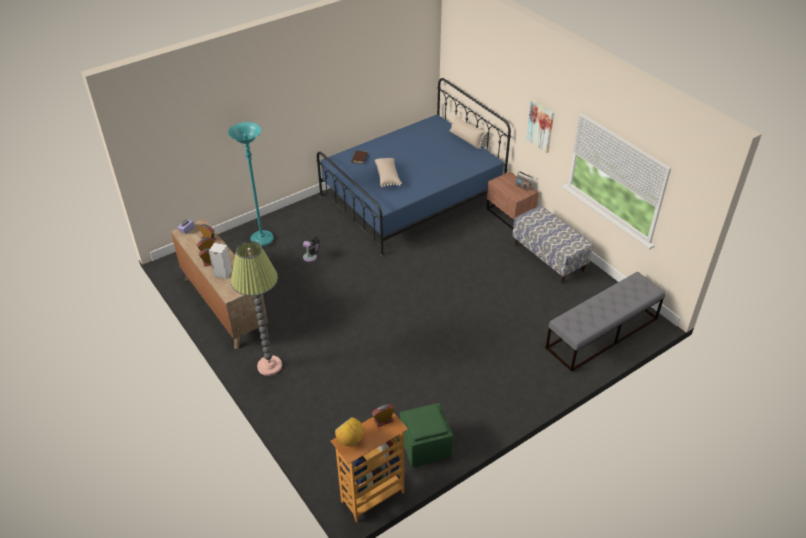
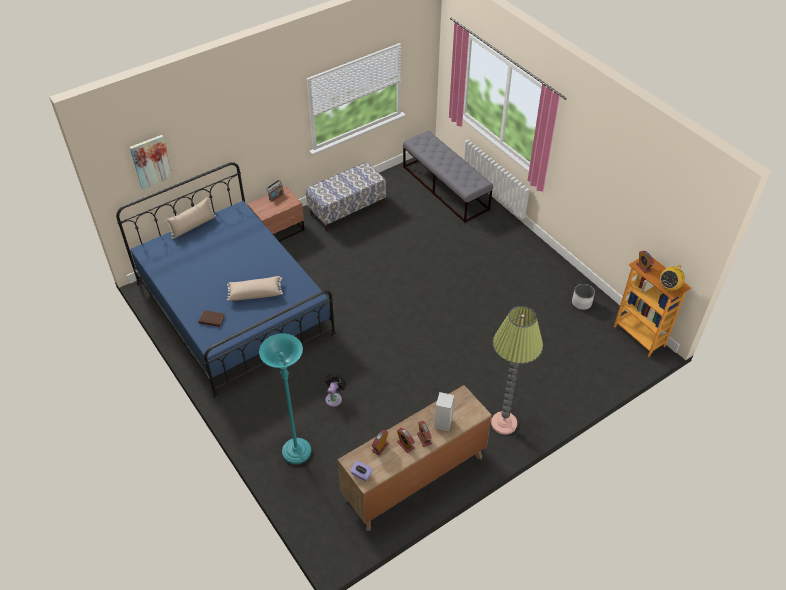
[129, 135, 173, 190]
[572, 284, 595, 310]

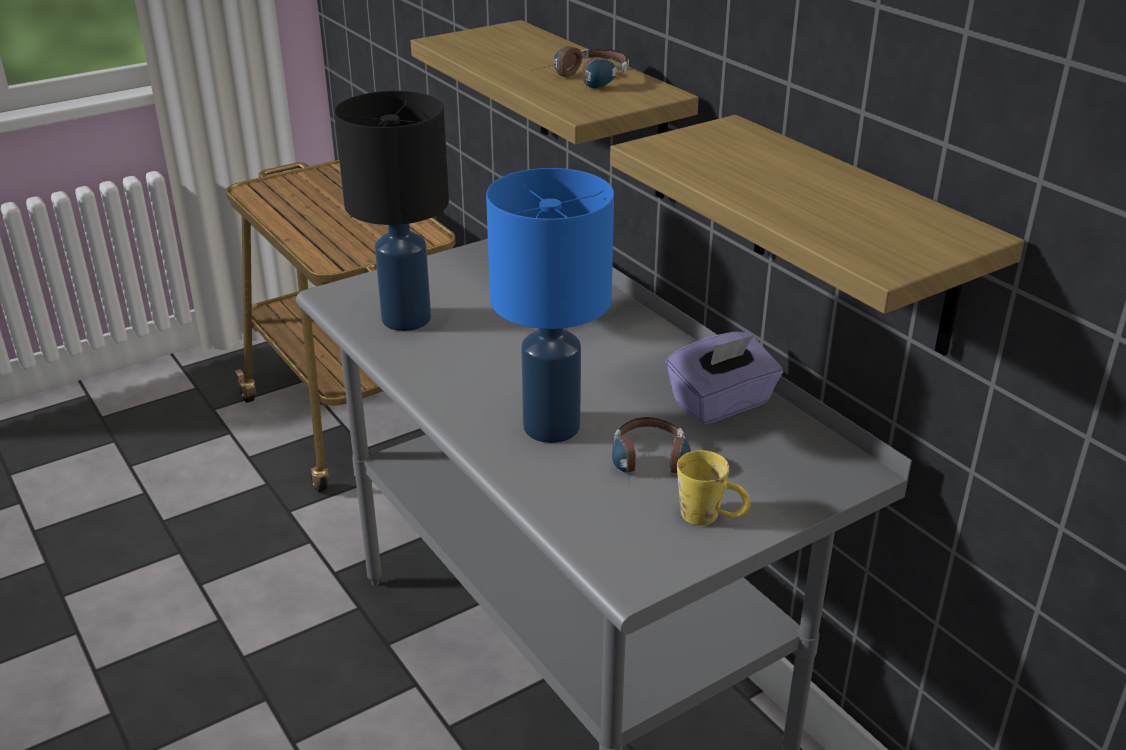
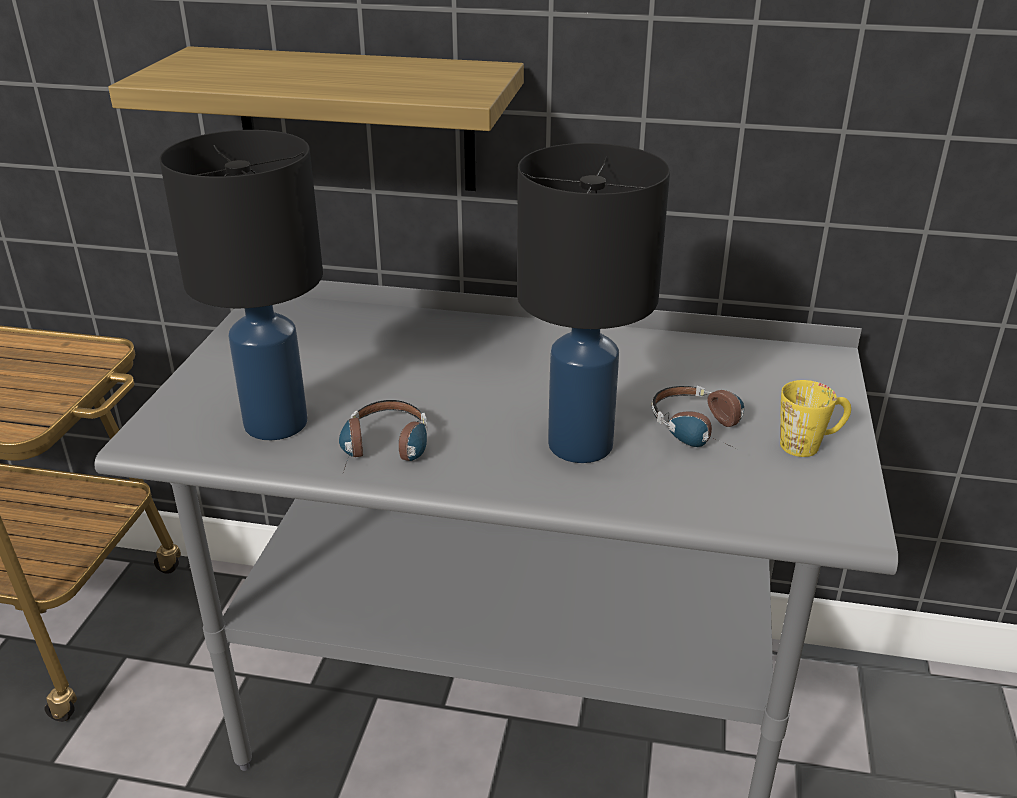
[339, 400, 427, 472]
[517, 143, 670, 463]
[610, 115, 1024, 356] (first image)
[666, 332, 783, 424] (first image)

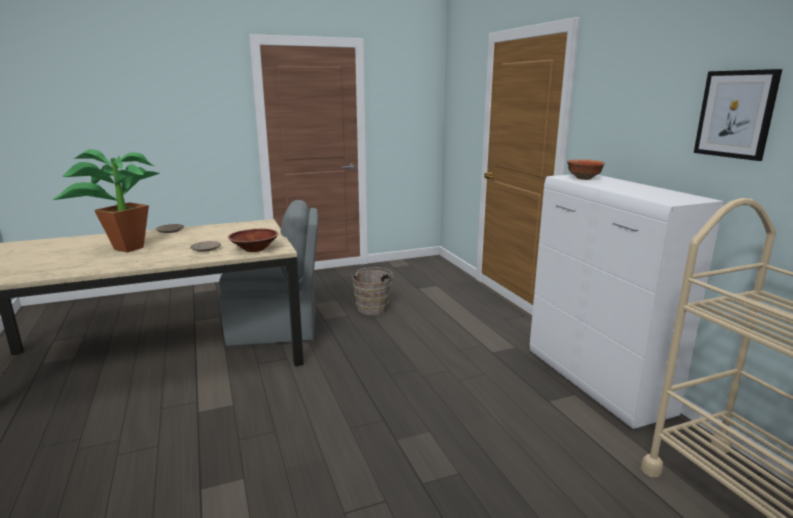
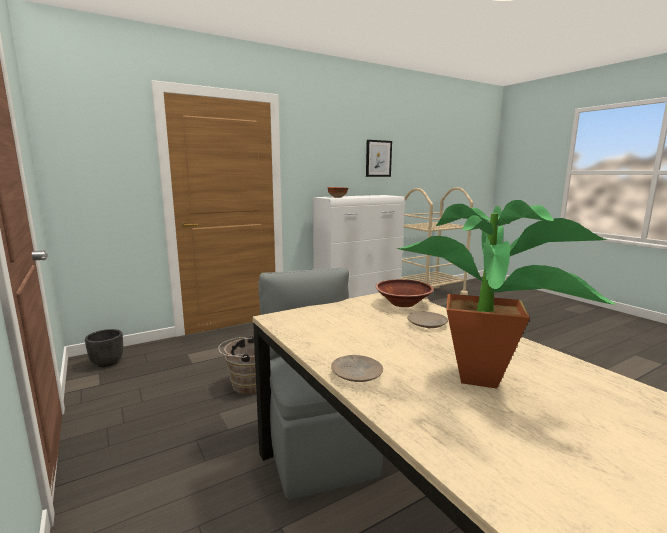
[85, 329, 123, 367]

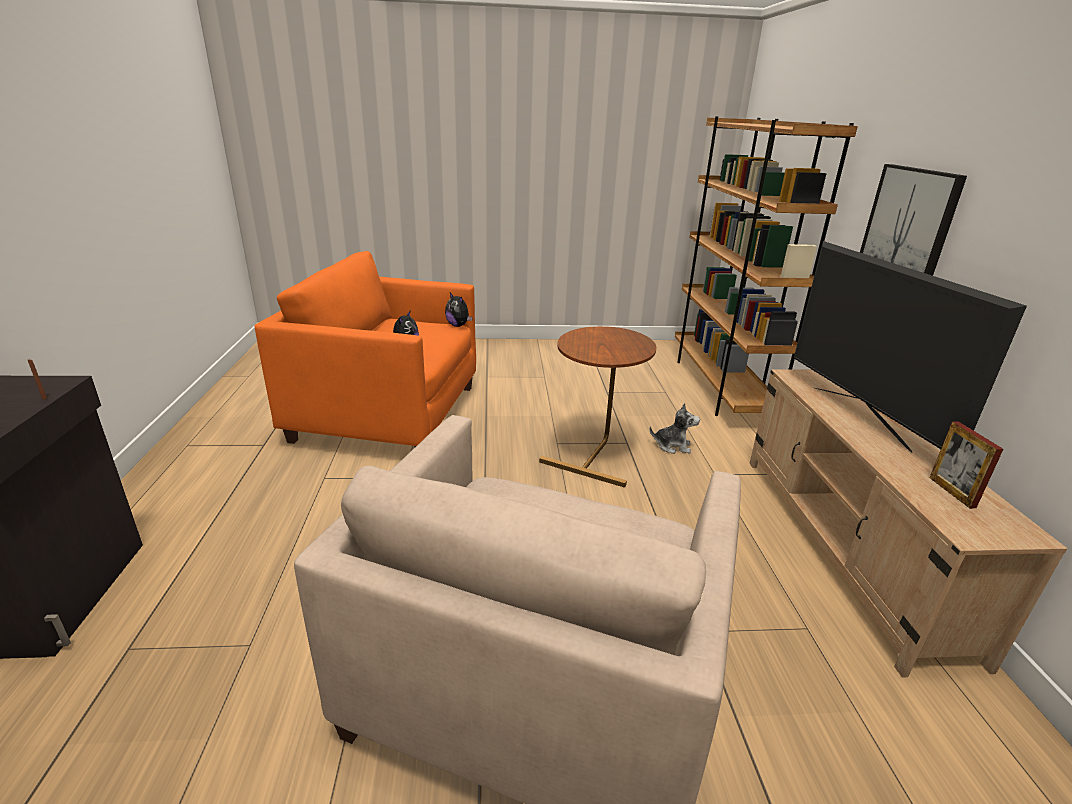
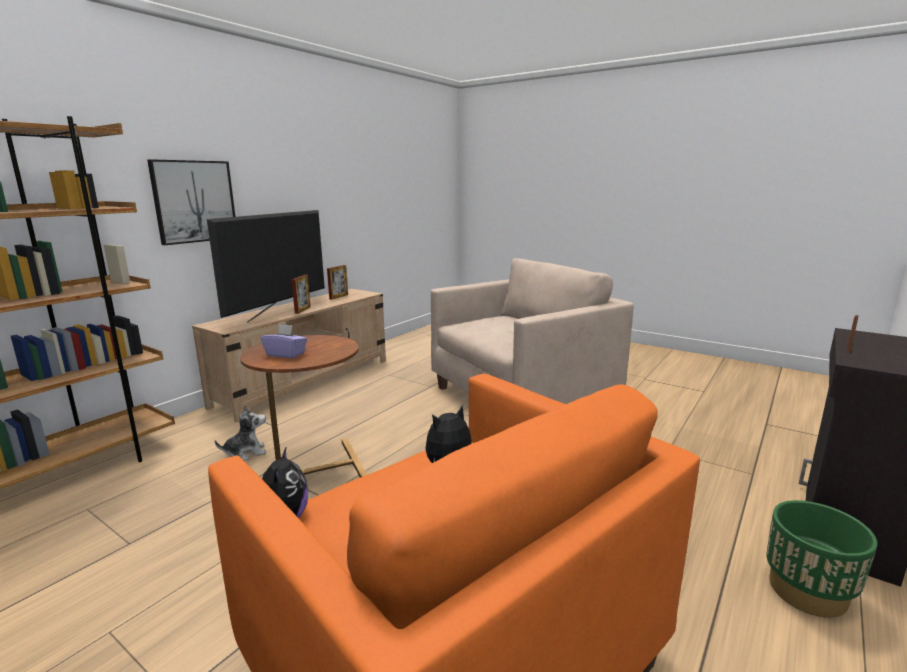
[215, 404, 266, 460]
[261, 324, 307, 358]
[291, 275, 311, 314]
[767, 500, 878, 618]

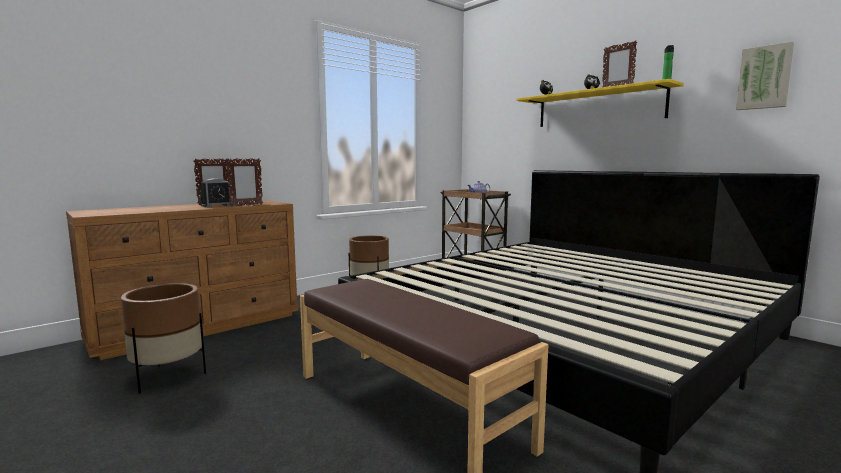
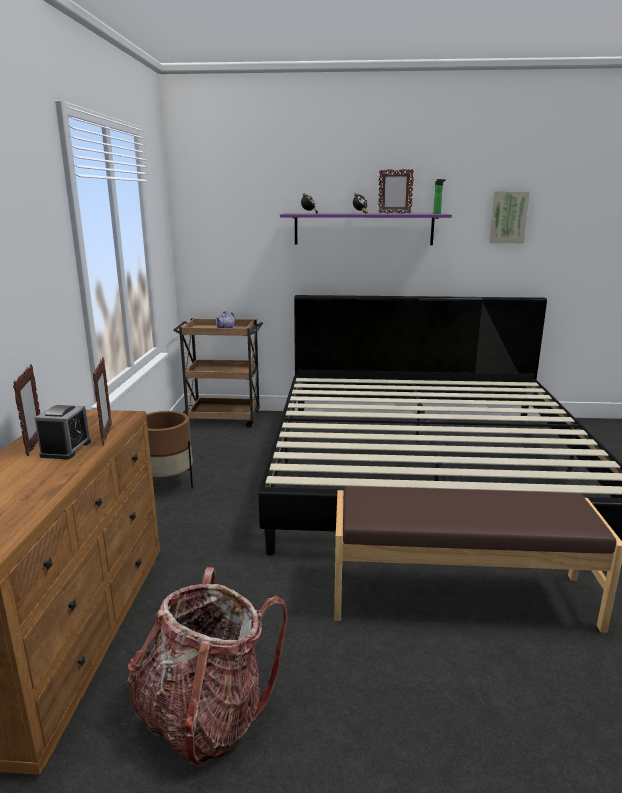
[127, 567, 288, 766]
[280, 213, 452, 245]

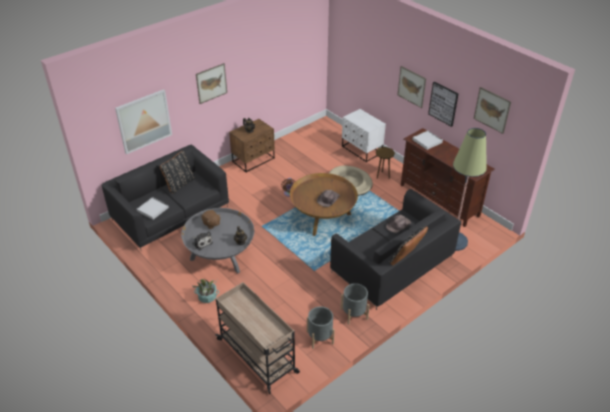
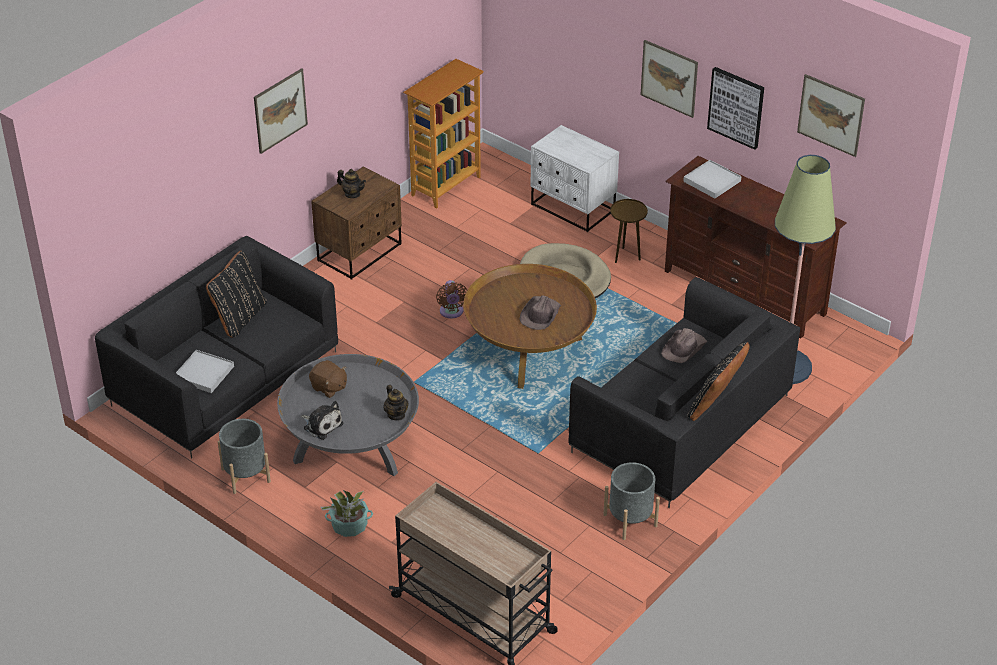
[218, 419, 271, 494]
[403, 59, 484, 208]
[115, 89, 172, 154] (first image)

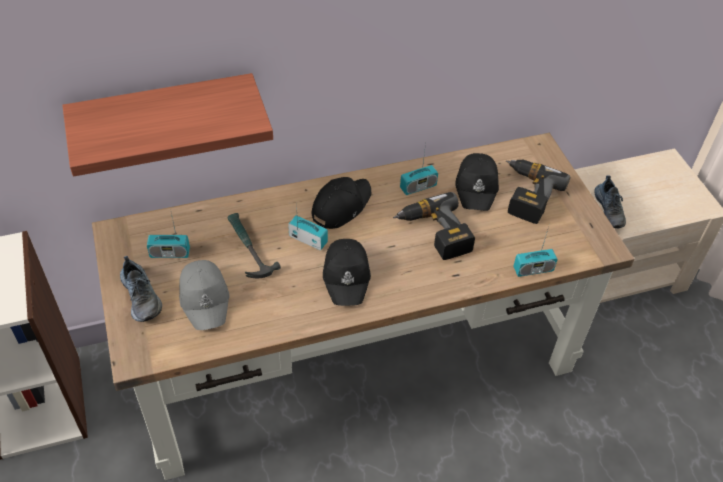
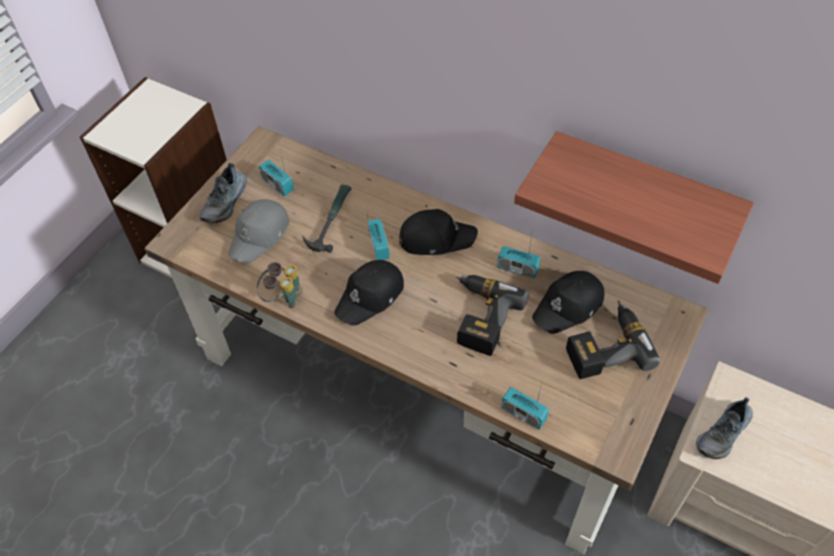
[256, 262, 303, 309]
[514, 131, 754, 284]

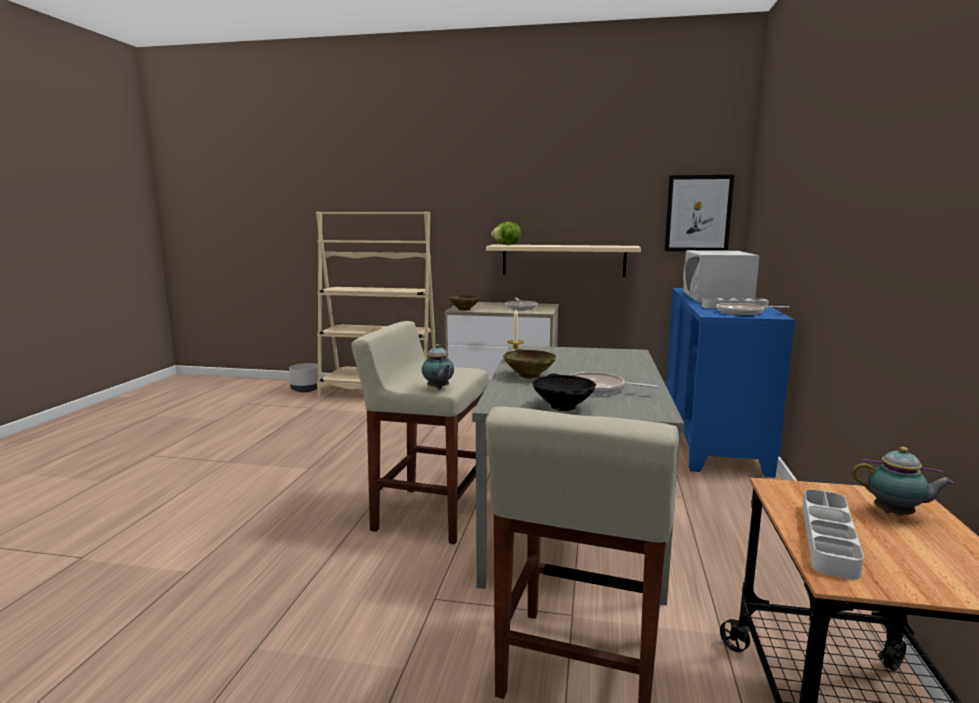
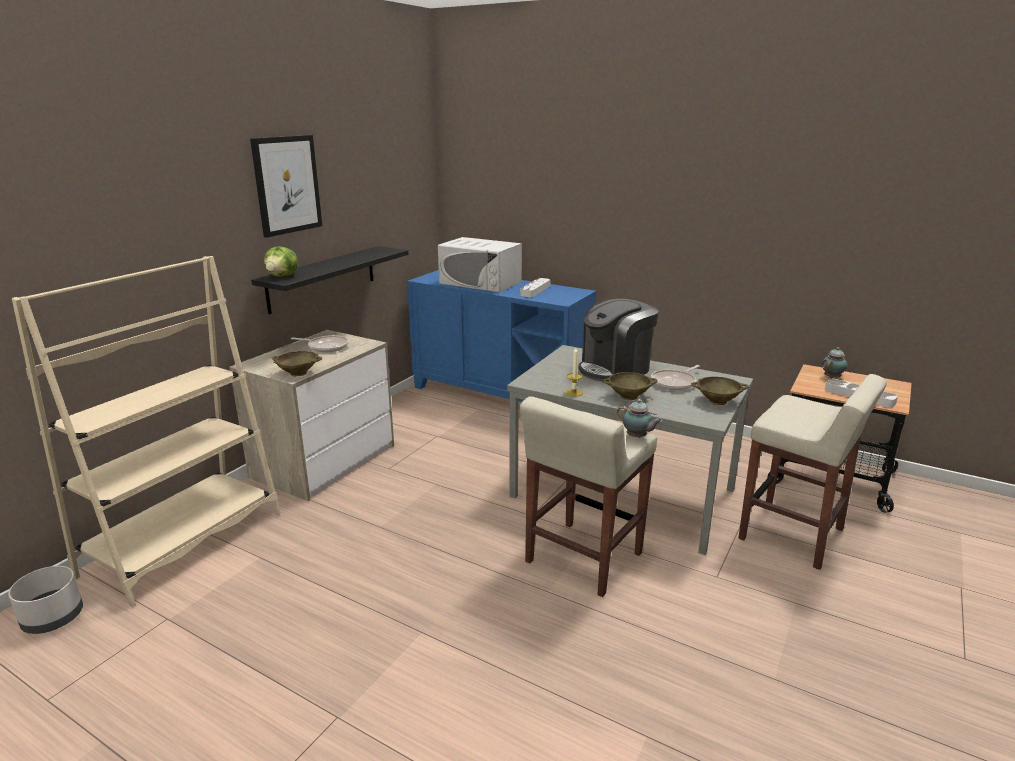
[250, 135, 322, 238]
[251, 246, 409, 314]
[579, 299, 659, 382]
[617, 399, 662, 438]
[691, 377, 749, 405]
[717, 303, 790, 315] (first image)

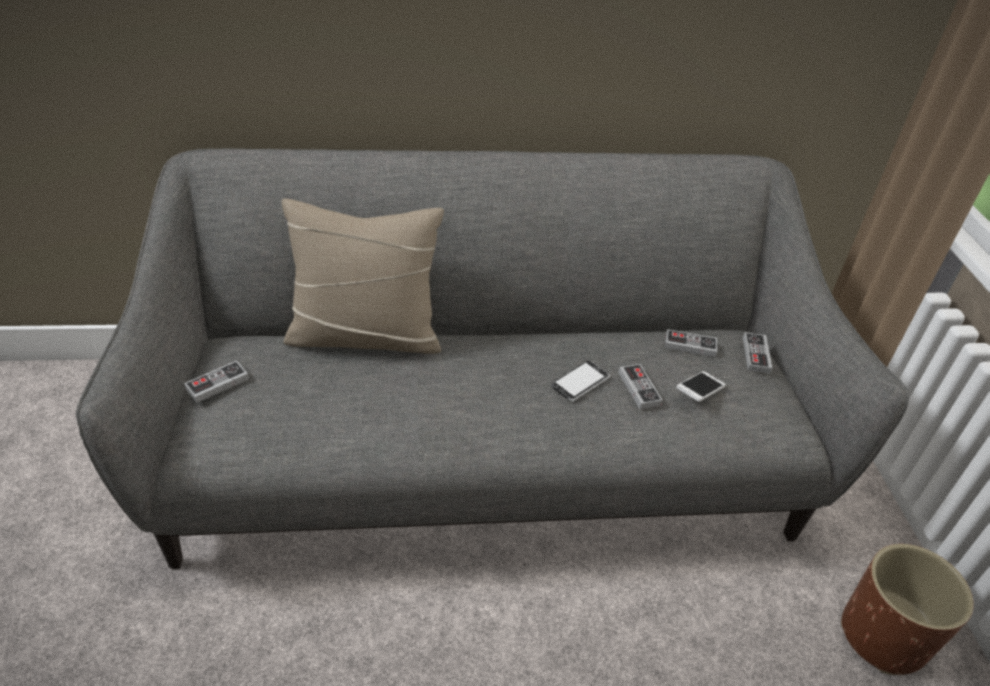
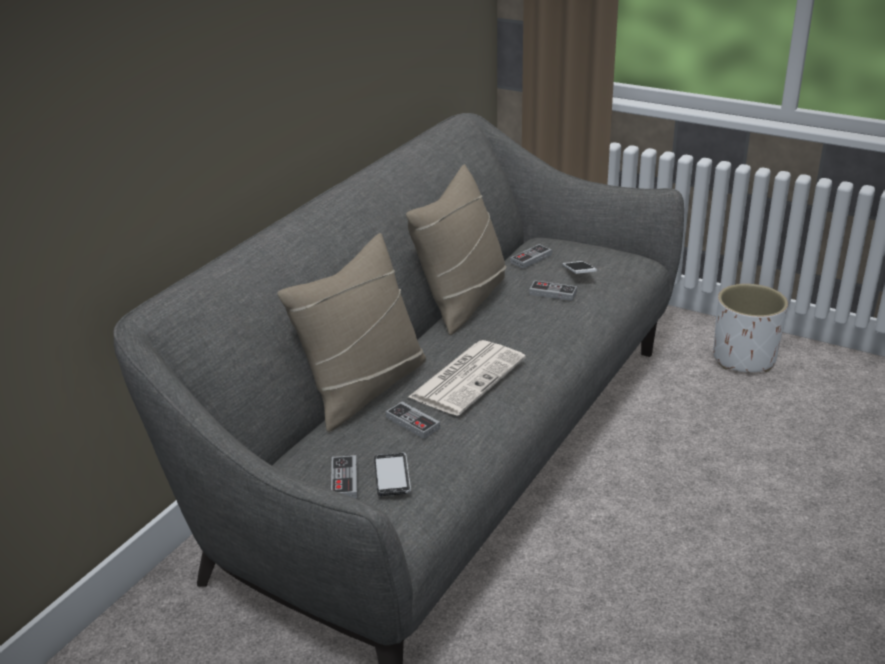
[374, 452, 411, 496]
[386, 402, 440, 439]
[406, 164, 507, 335]
[408, 340, 526, 416]
[713, 284, 788, 372]

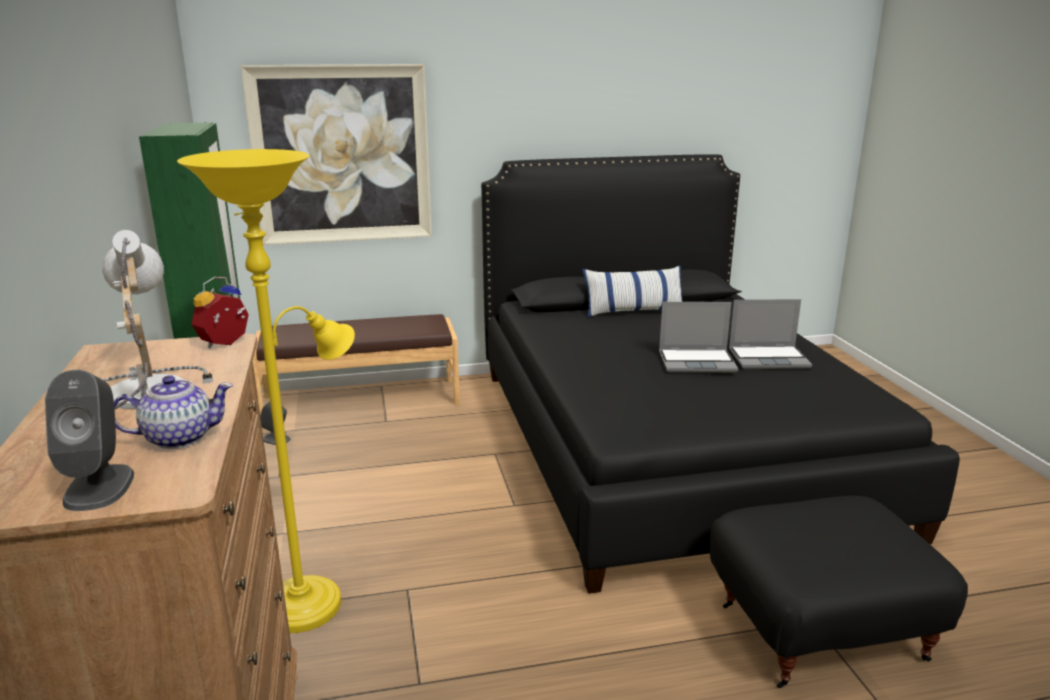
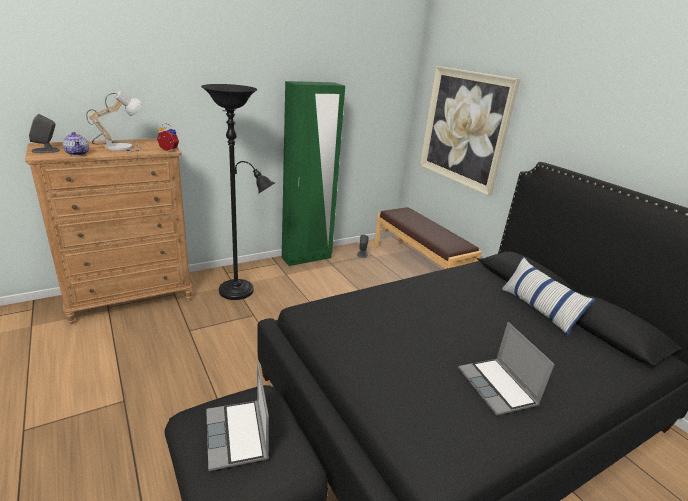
[201, 84, 275, 300]
[206, 362, 269, 471]

